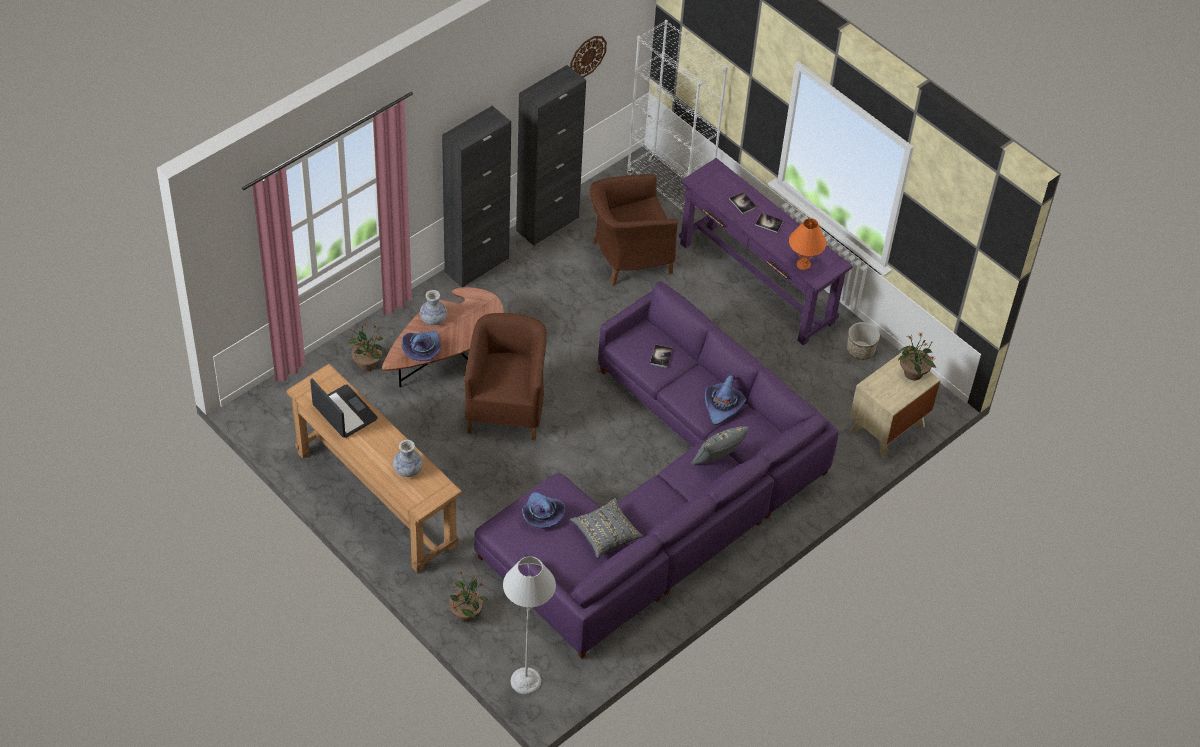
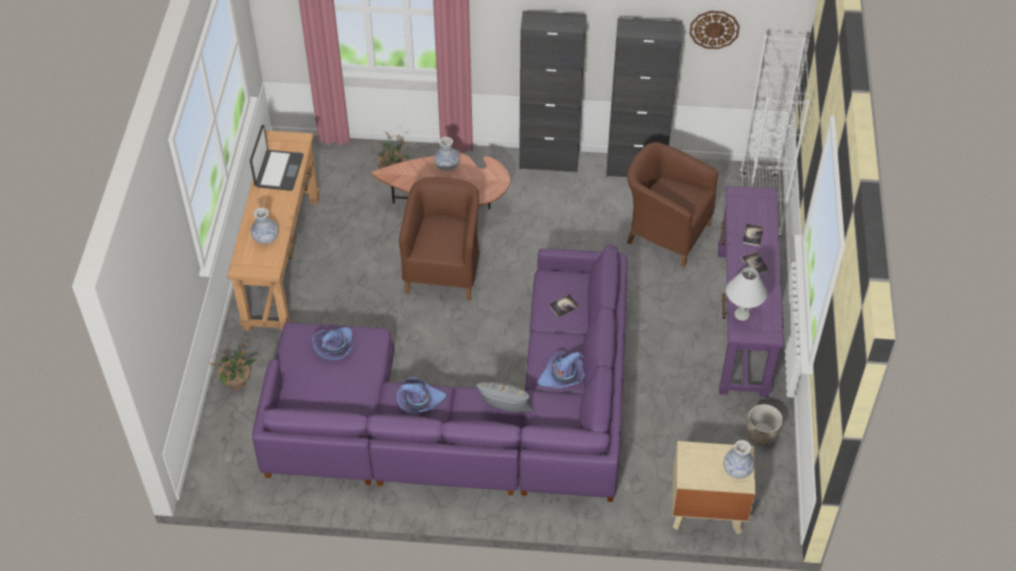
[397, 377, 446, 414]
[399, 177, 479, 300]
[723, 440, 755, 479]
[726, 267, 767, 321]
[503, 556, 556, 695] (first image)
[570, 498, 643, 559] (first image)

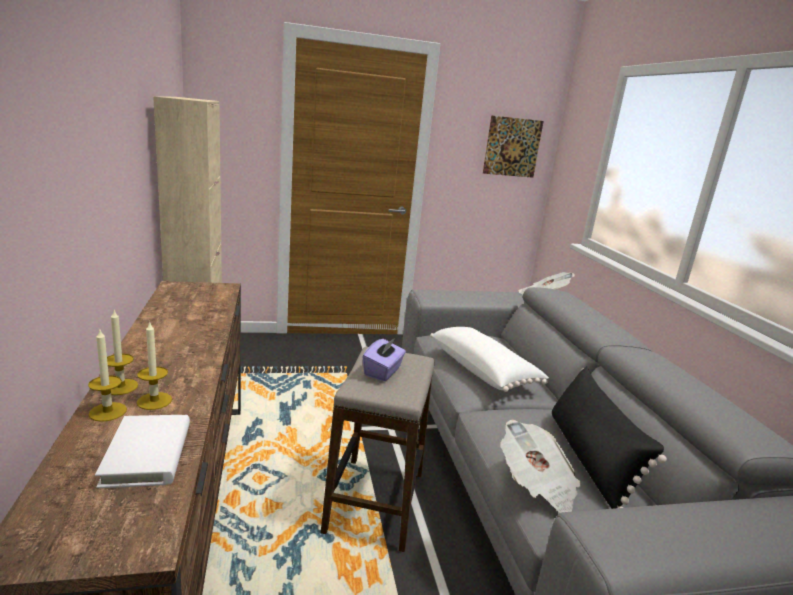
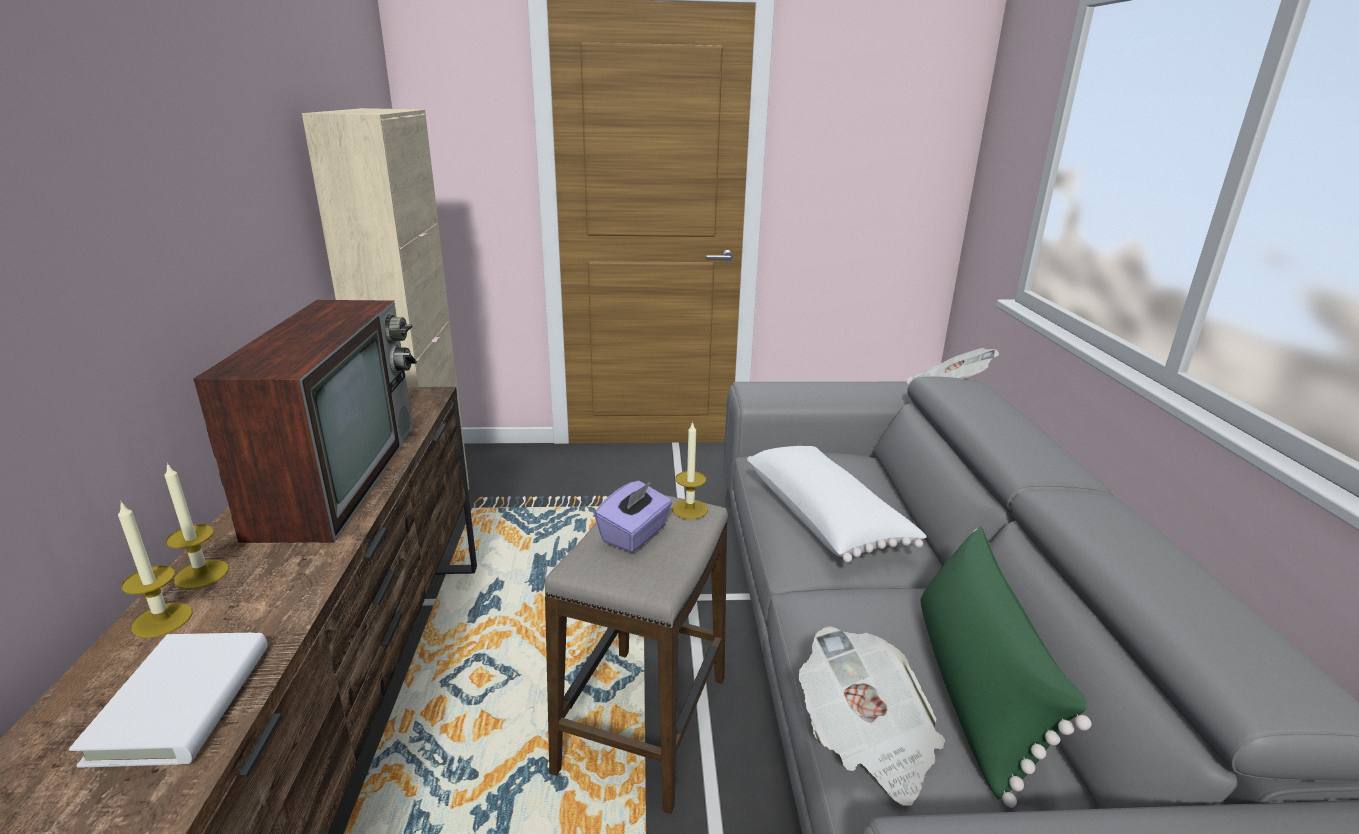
[193, 300, 417, 543]
[672, 421, 708, 519]
[921, 527, 1092, 808]
[483, 115, 544, 178] (first image)

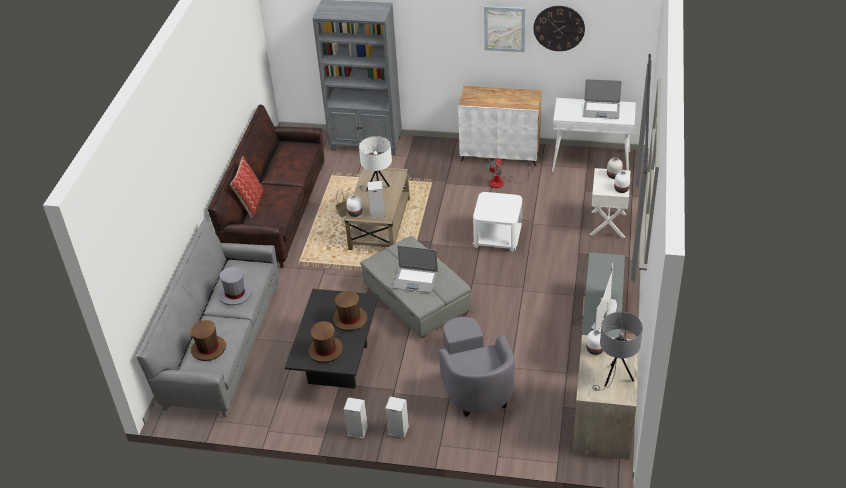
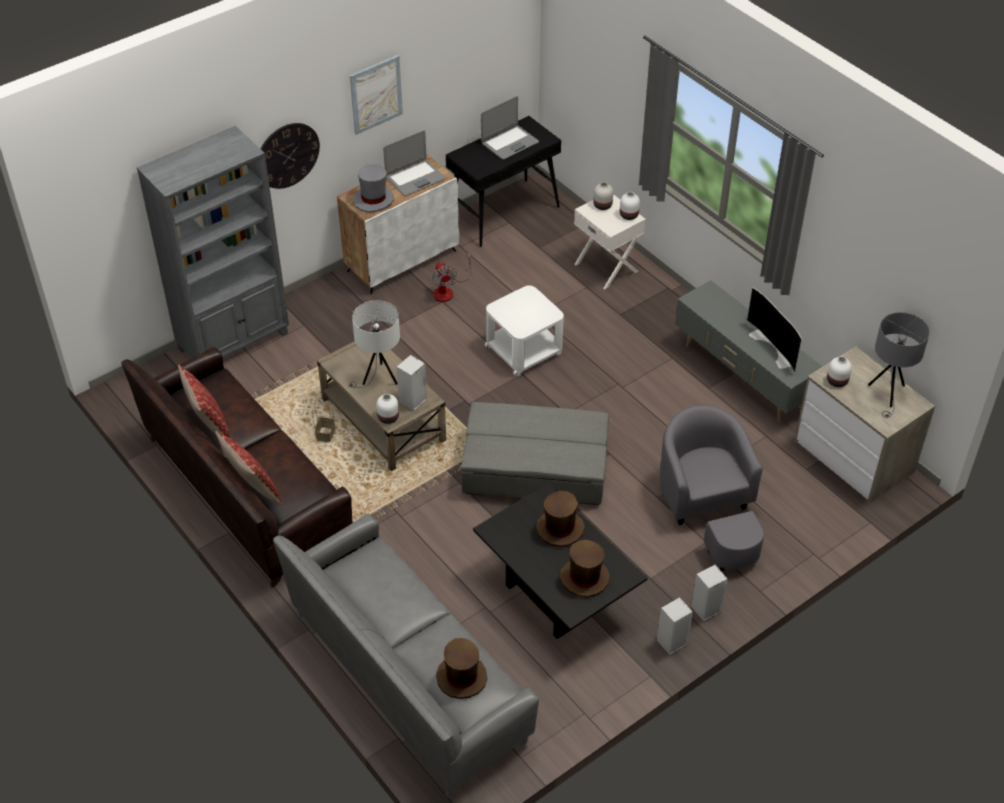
[178, 365, 230, 438]
[260, 123, 320, 189]
[353, 164, 394, 213]
[383, 130, 445, 196]
[446, 116, 561, 247]
[660, 405, 764, 571]

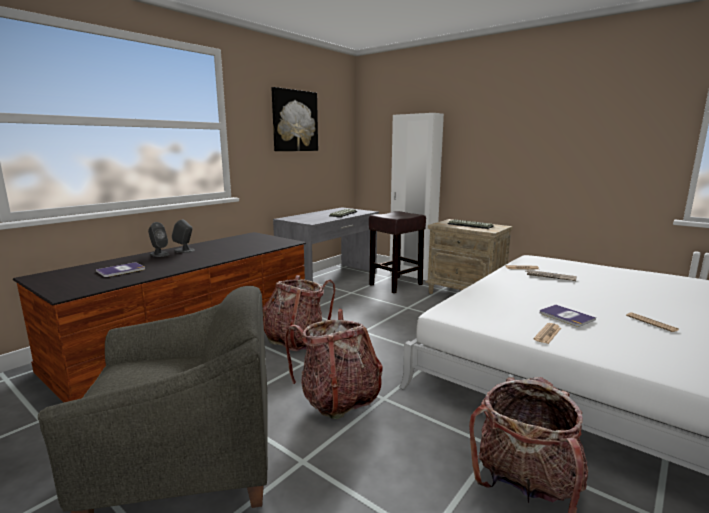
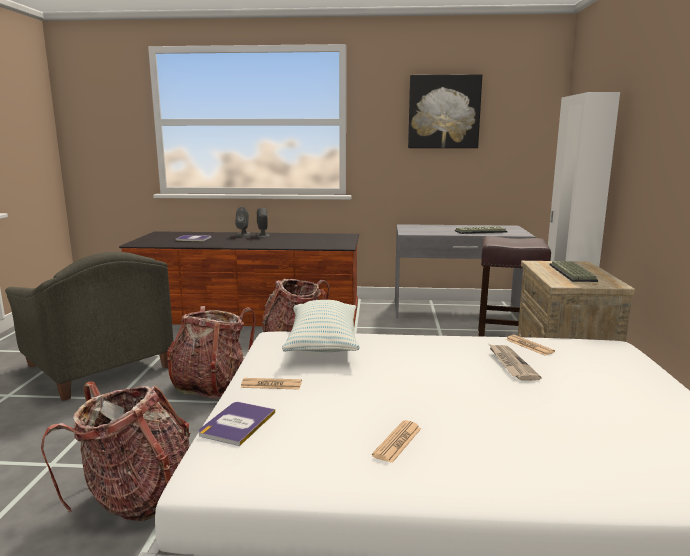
[199, 402, 275, 446]
[282, 300, 360, 352]

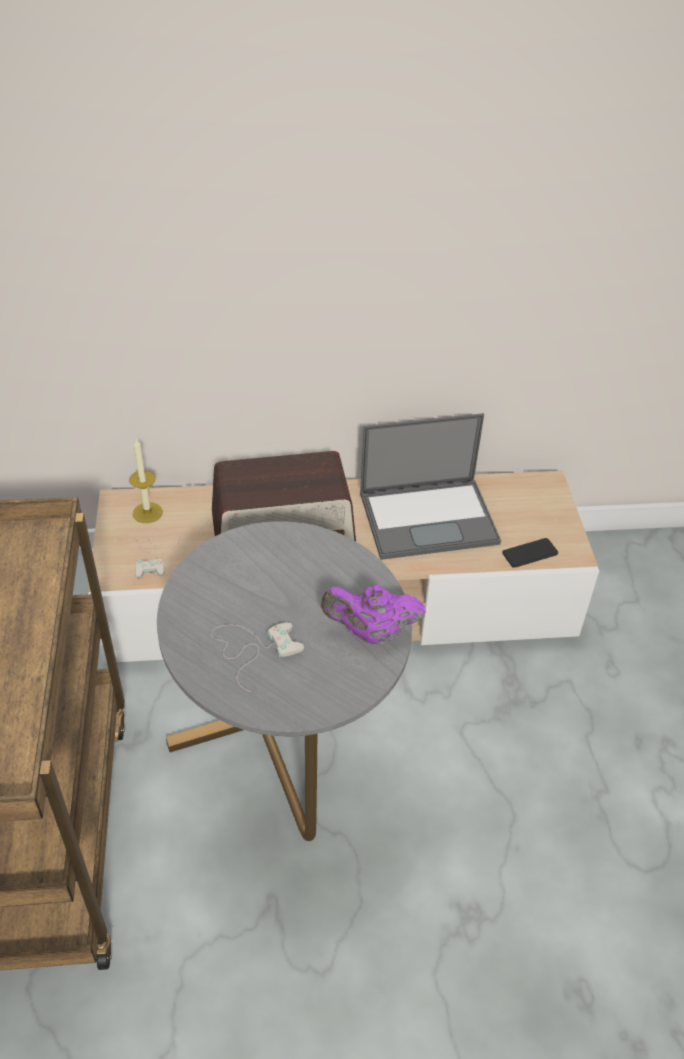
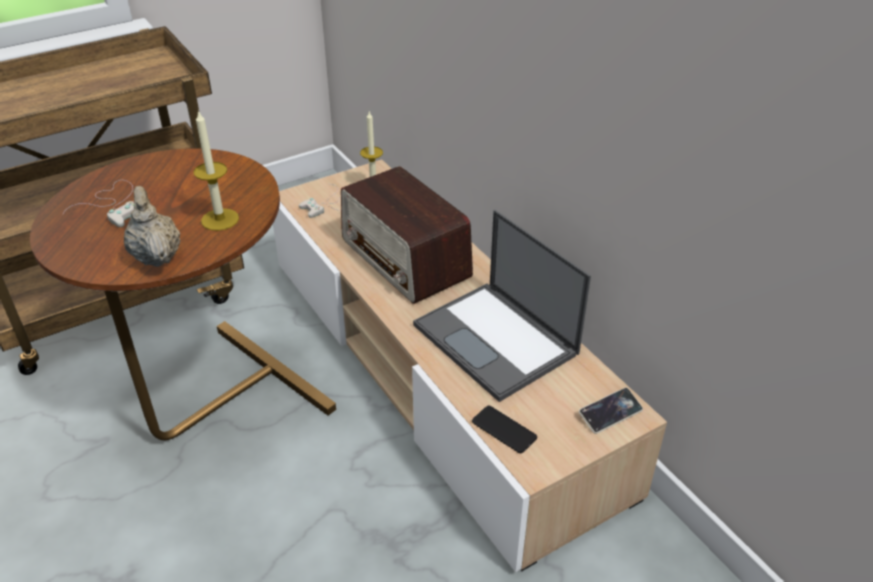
[30, 148, 336, 440]
[124, 186, 180, 267]
[194, 110, 239, 231]
[579, 388, 643, 434]

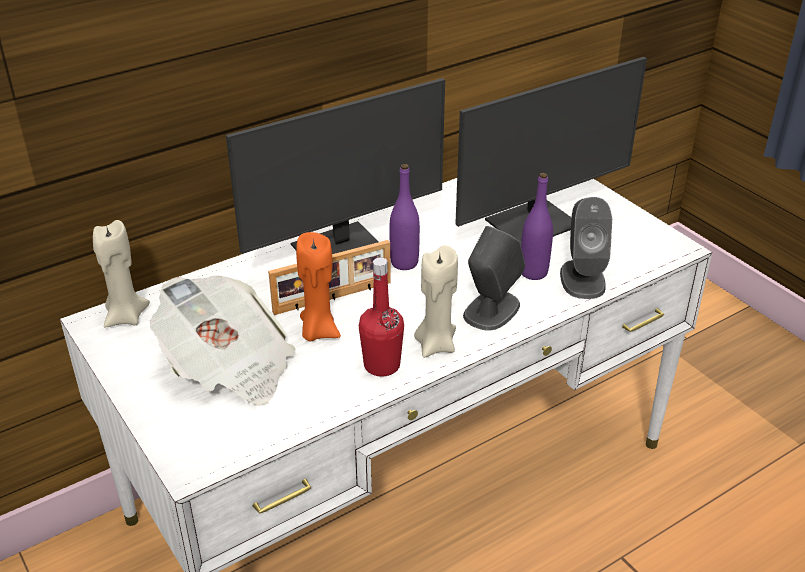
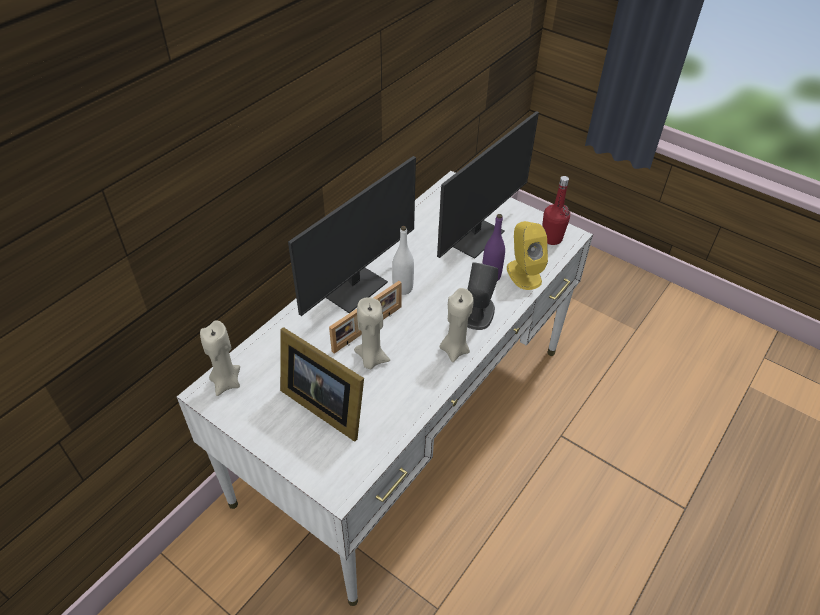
[280, 327, 364, 441]
[354, 297, 390, 369]
[392, 226, 414, 295]
[507, 221, 548, 290]
[542, 176, 570, 245]

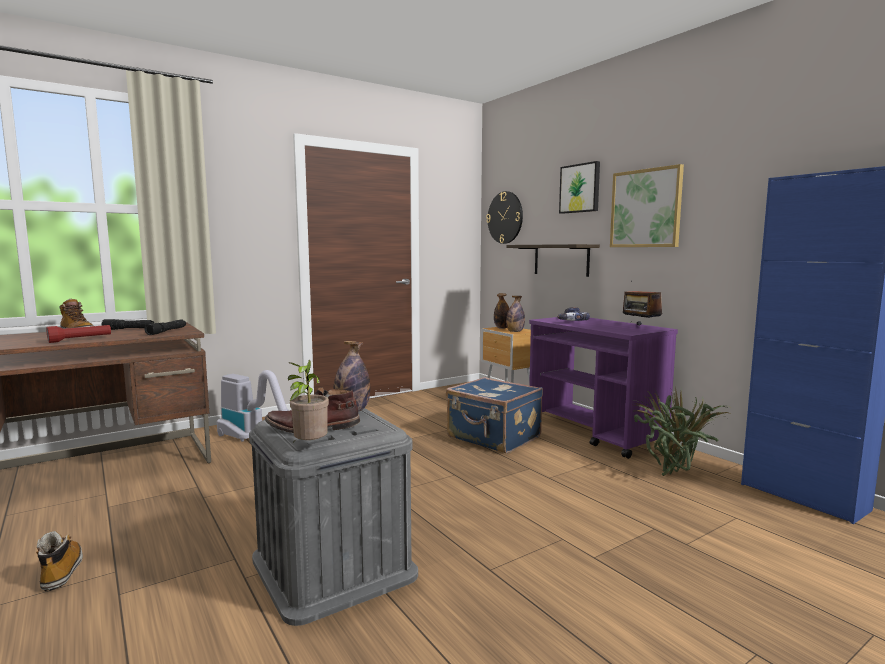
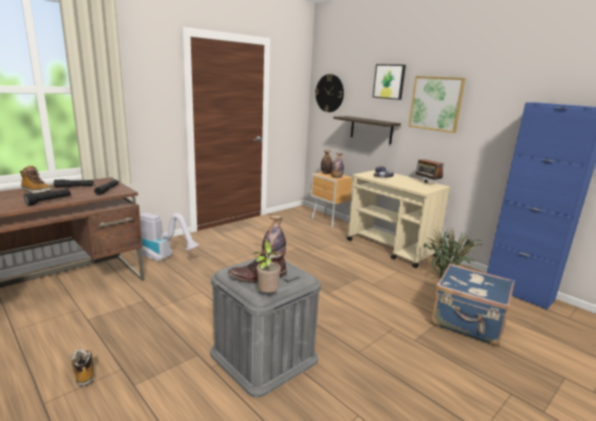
[24, 189, 71, 206]
[347, 170, 451, 268]
[431, 263, 515, 347]

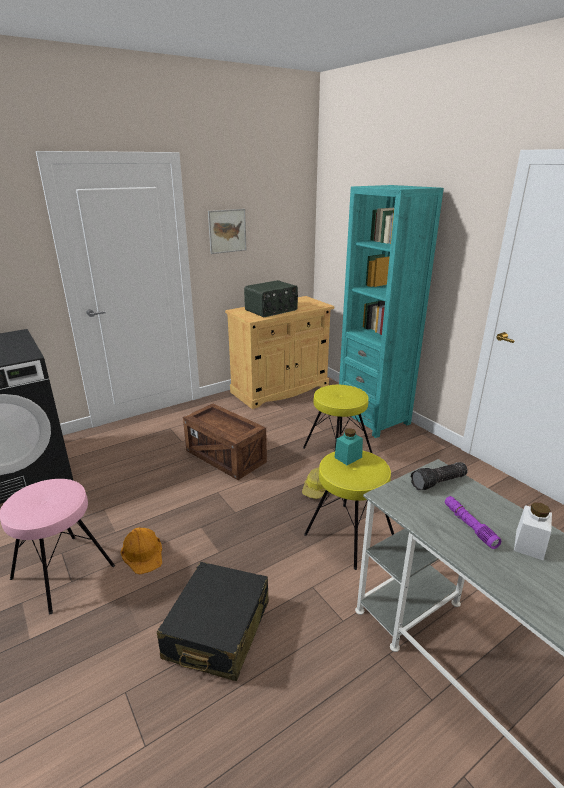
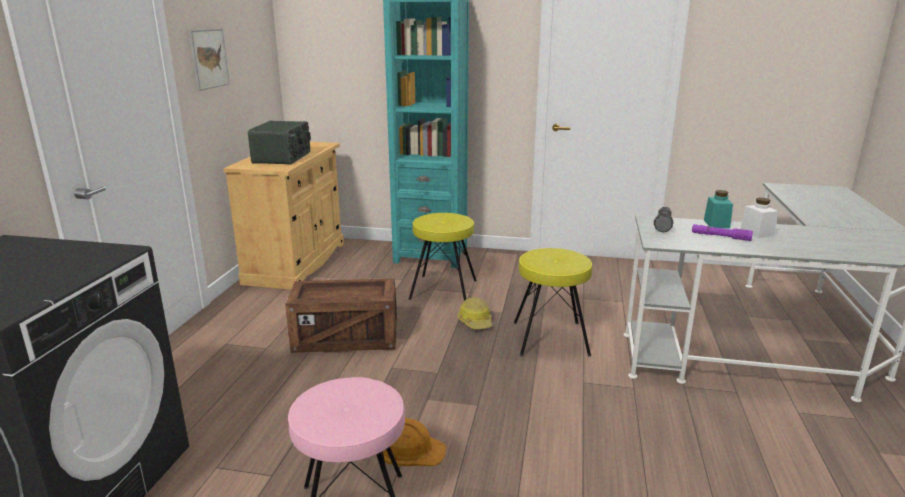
[704, 190, 733, 229]
[157, 562, 269, 681] (first image)

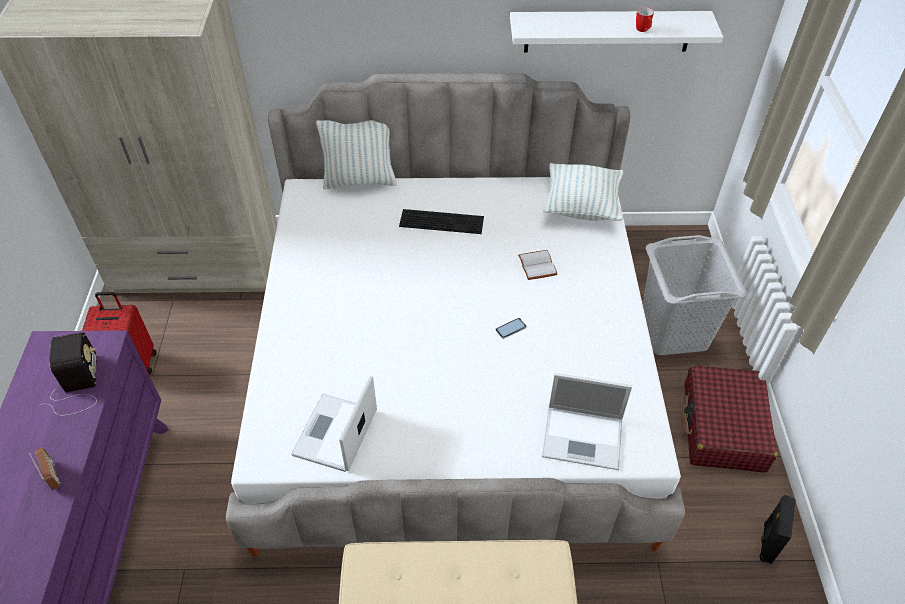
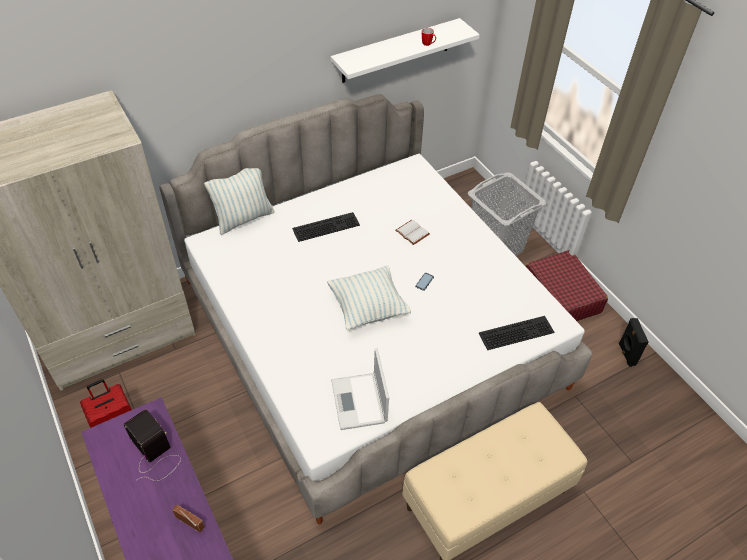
[327, 265, 411, 330]
[479, 316, 555, 350]

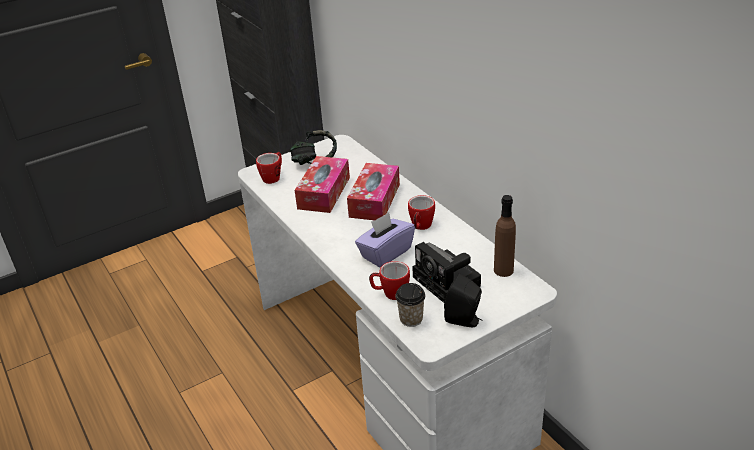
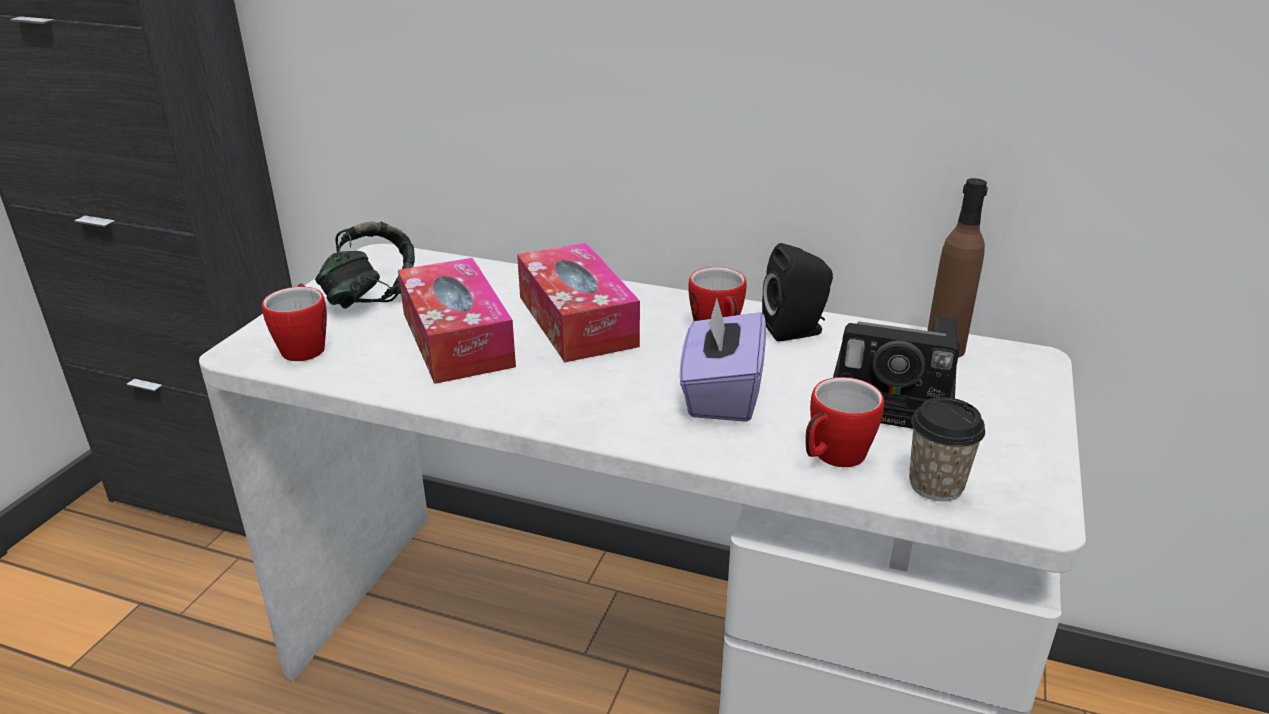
[762, 243, 833, 341]

